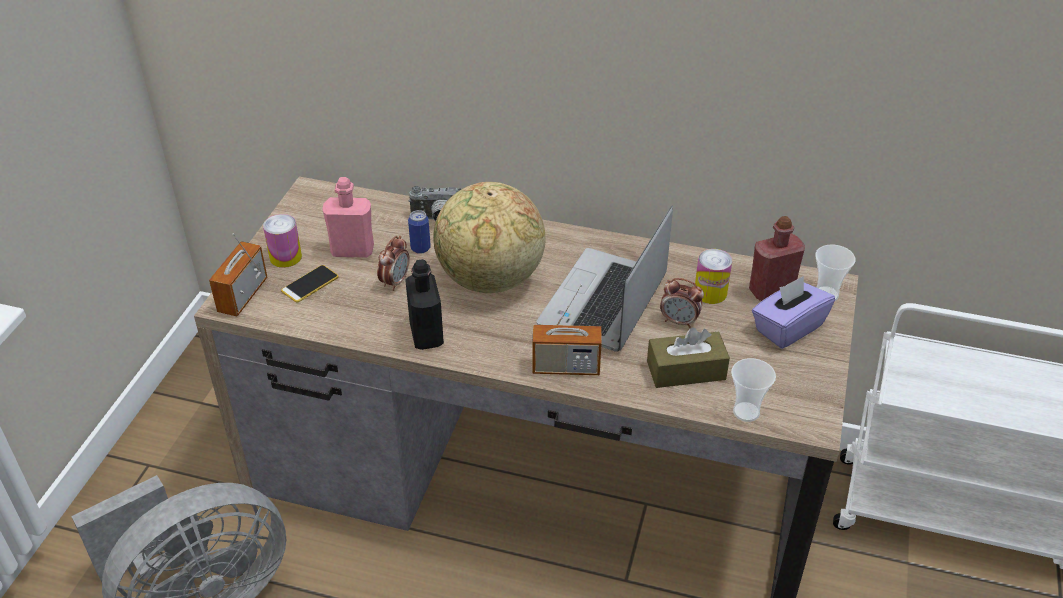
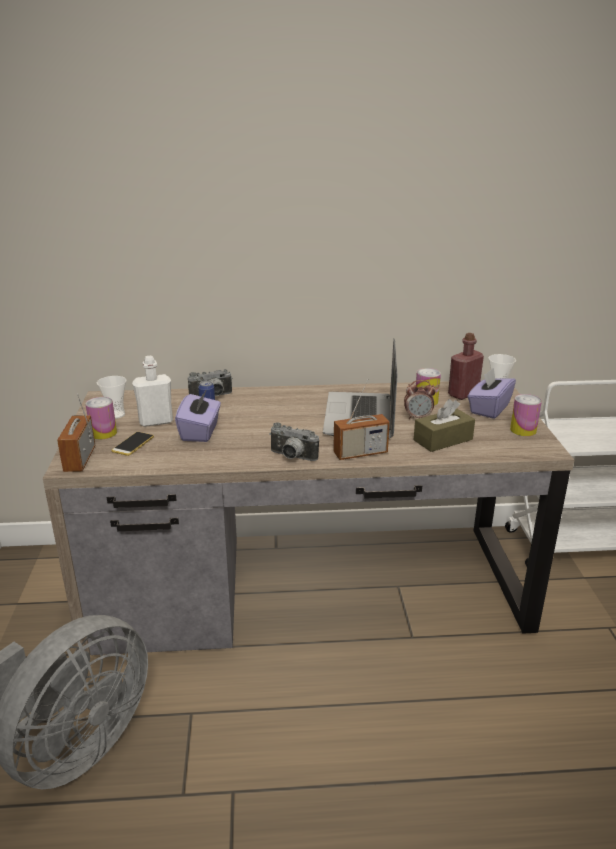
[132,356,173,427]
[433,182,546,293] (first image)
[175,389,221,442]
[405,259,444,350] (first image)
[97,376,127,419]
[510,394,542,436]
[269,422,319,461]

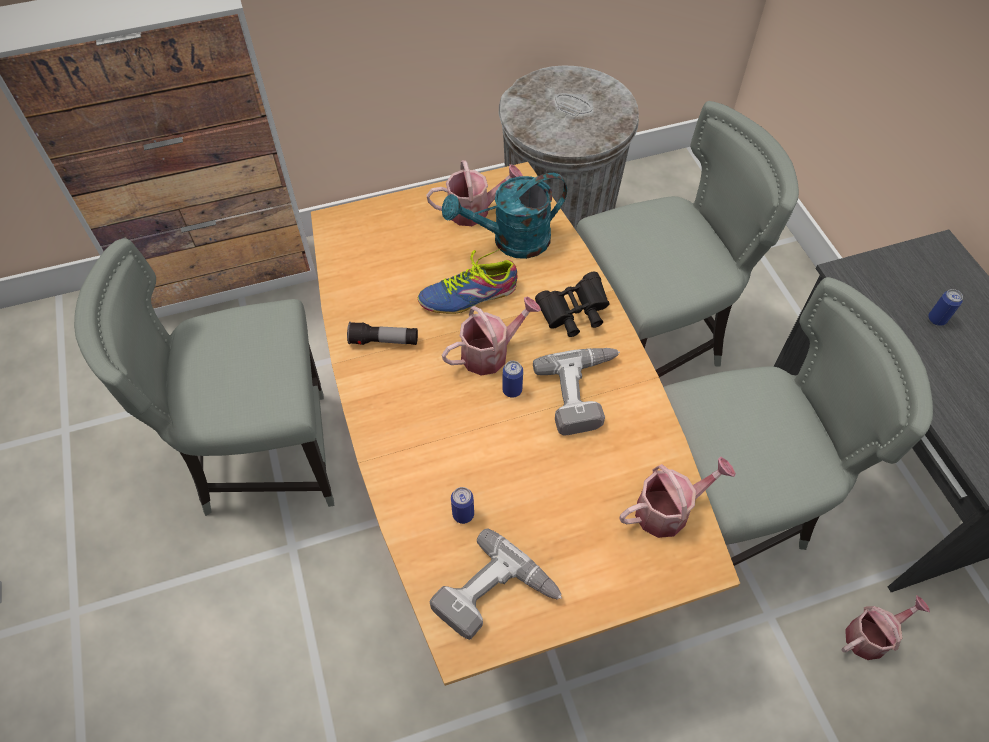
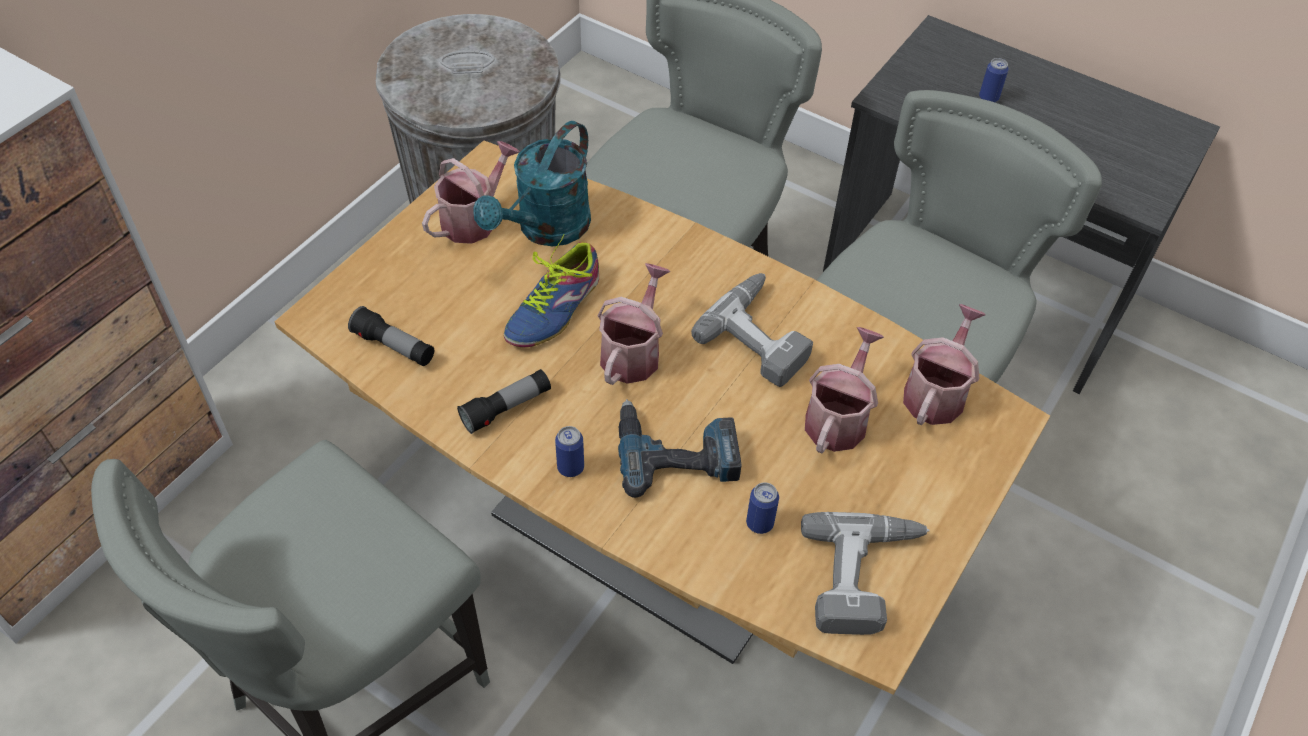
[535,272,610,337] (first image)
[555,426,584,477]
[805,327,884,453]
[348,306,434,366]
[618,399,742,498]

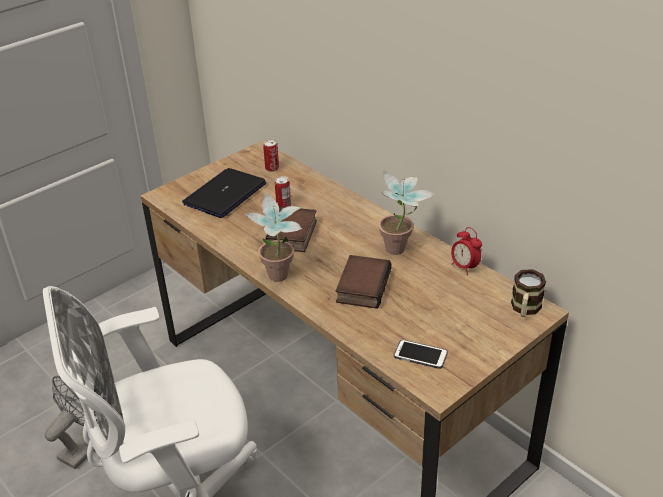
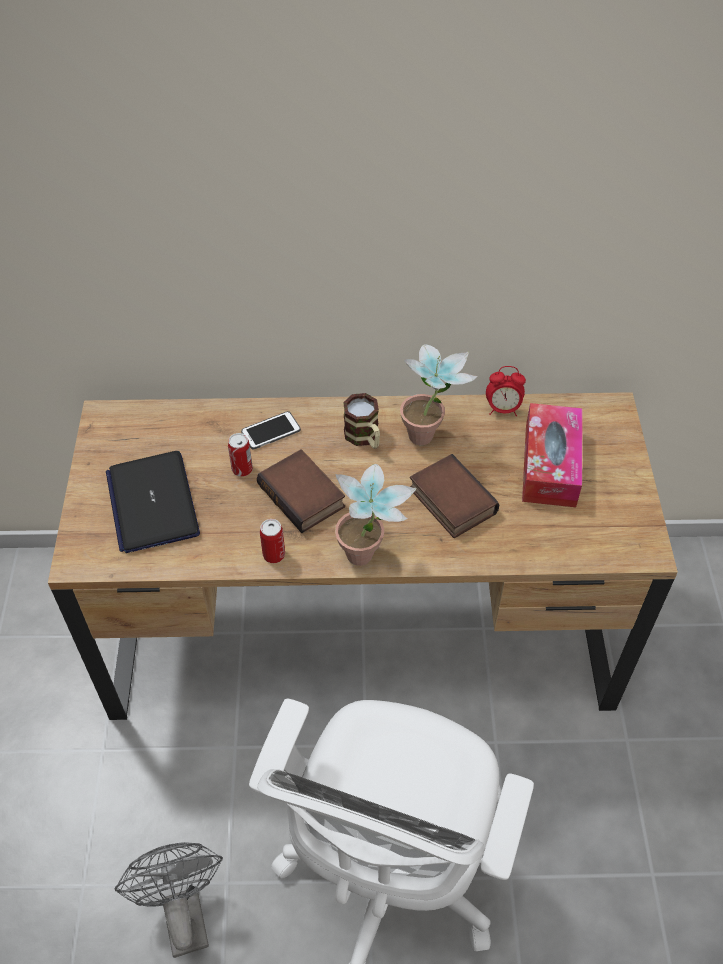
[260,519,285,563]
[343,393,380,449]
[241,411,301,449]
[522,403,583,507]

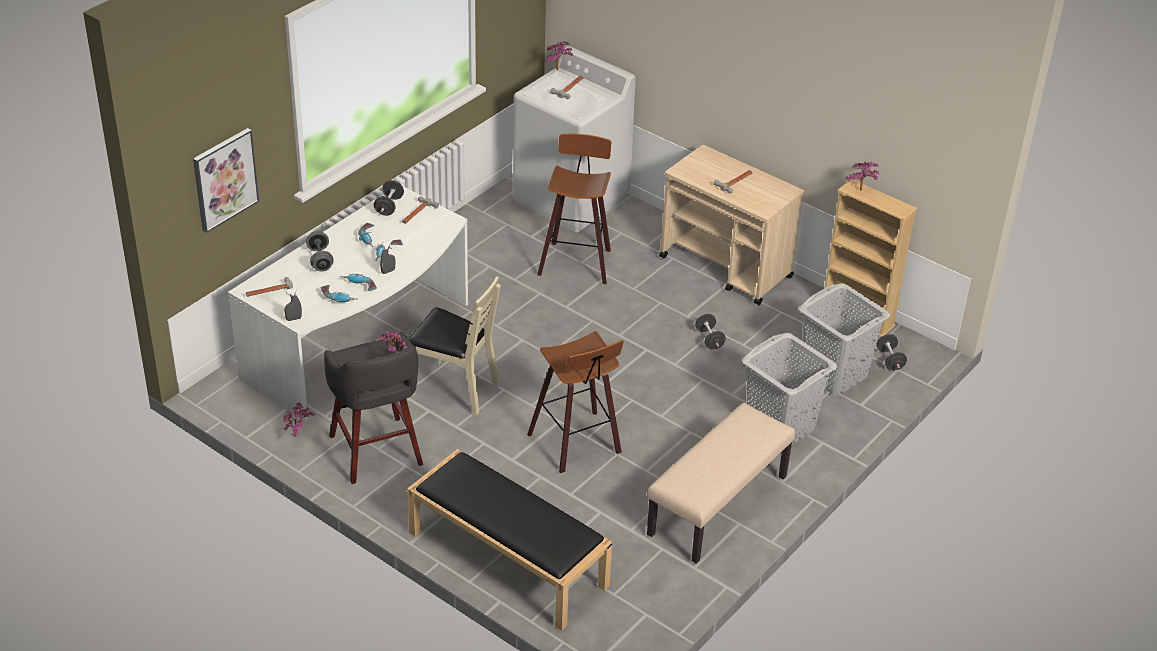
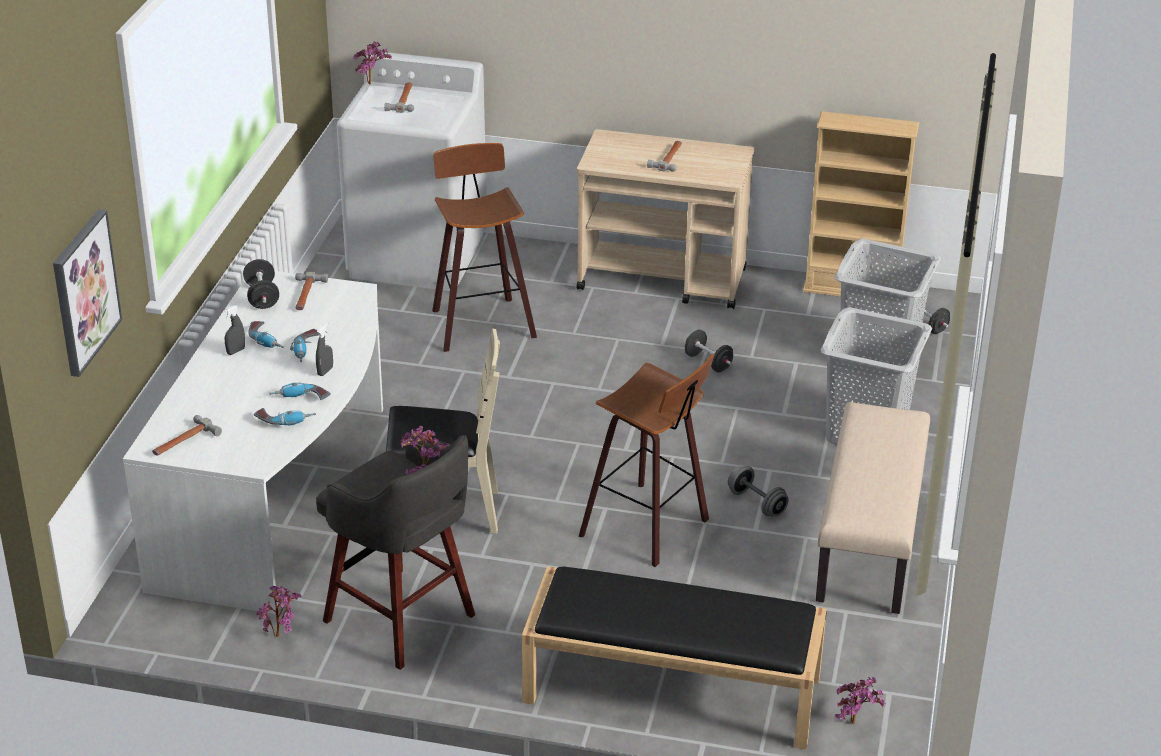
[835,677,886,724]
[728,466,789,517]
[224,305,245,355]

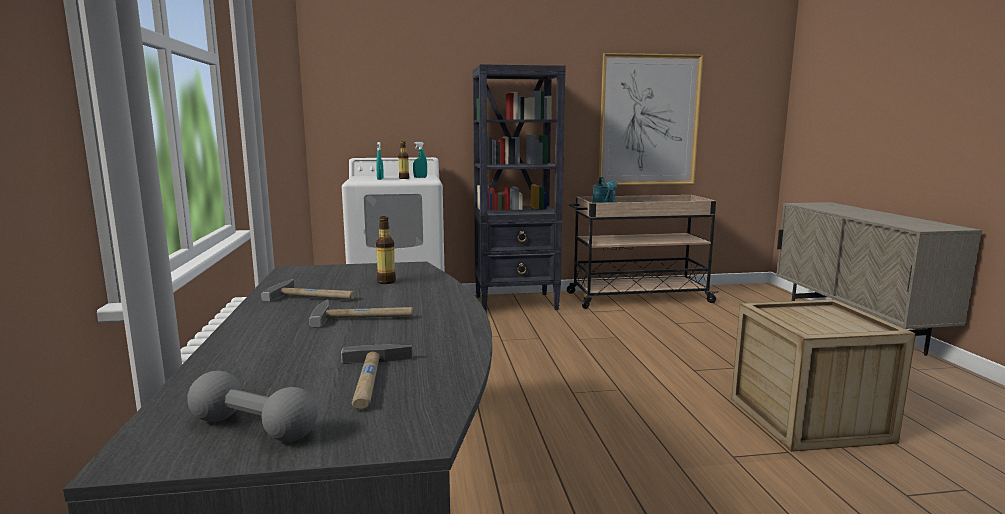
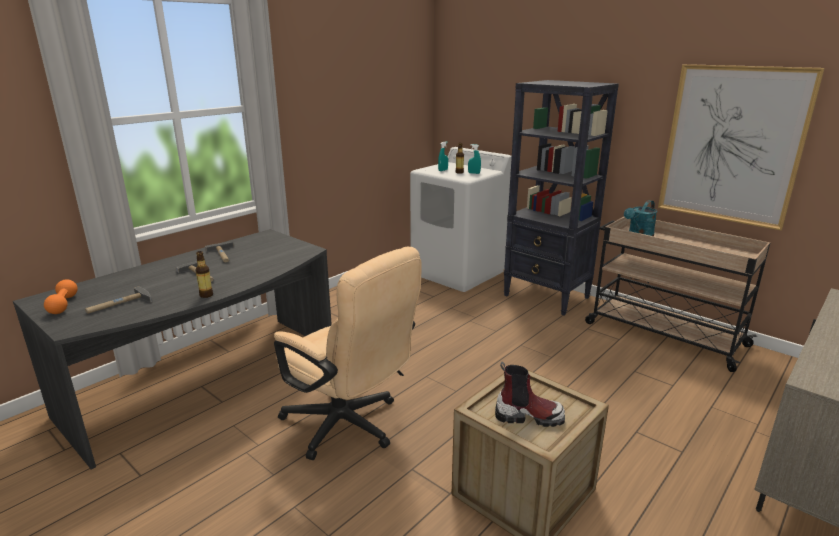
[195,251,213,298]
[44,279,78,314]
[274,247,422,460]
[495,362,565,427]

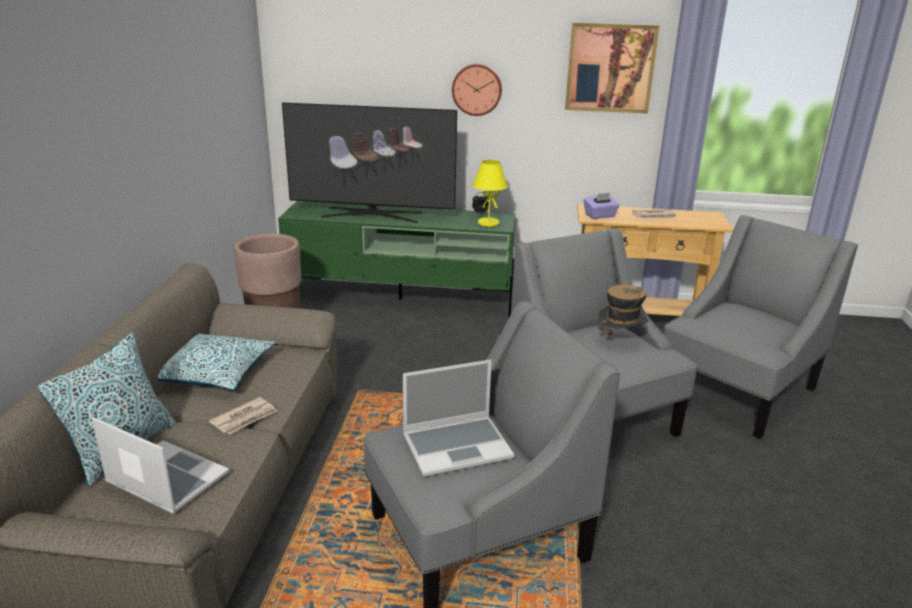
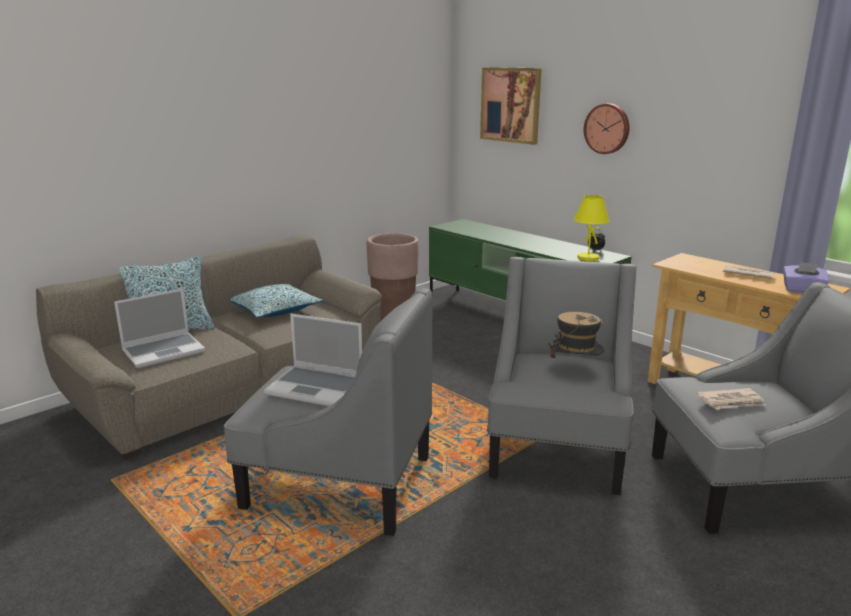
[480,67,542,145]
[282,102,457,223] (first image)
[783,262,829,293]
[696,388,766,409]
[114,288,205,368]

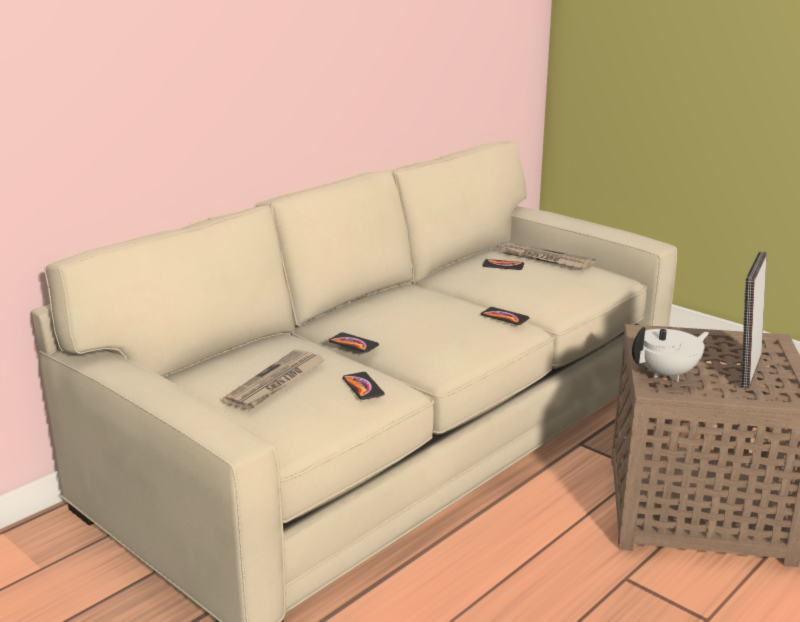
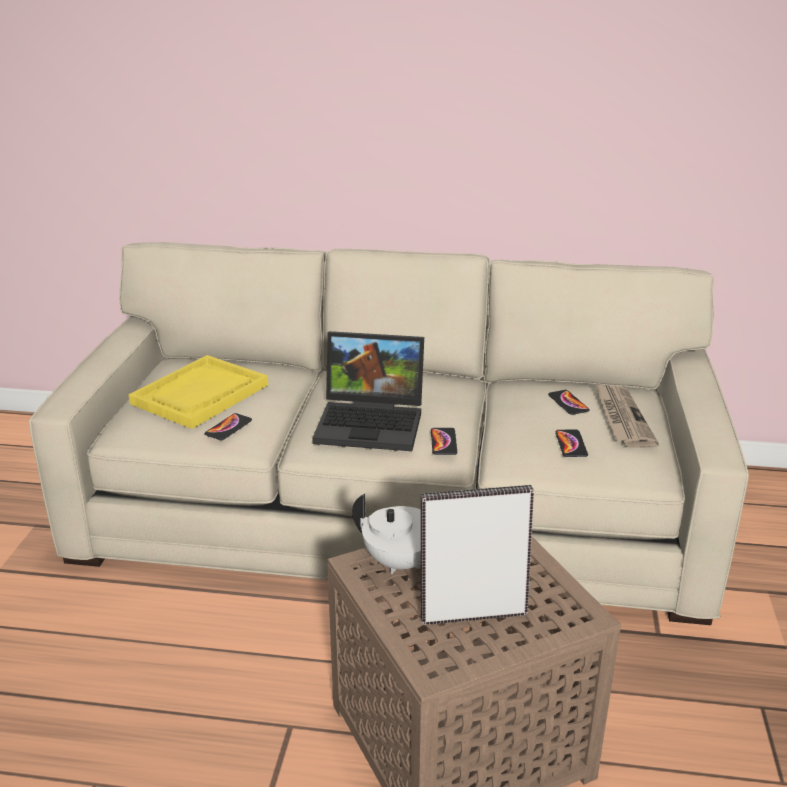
[555,430,588,457]
[129,355,268,429]
[312,331,424,451]

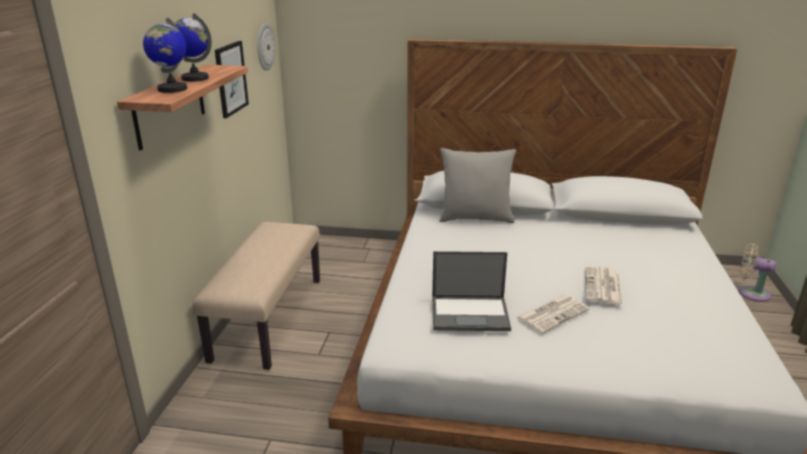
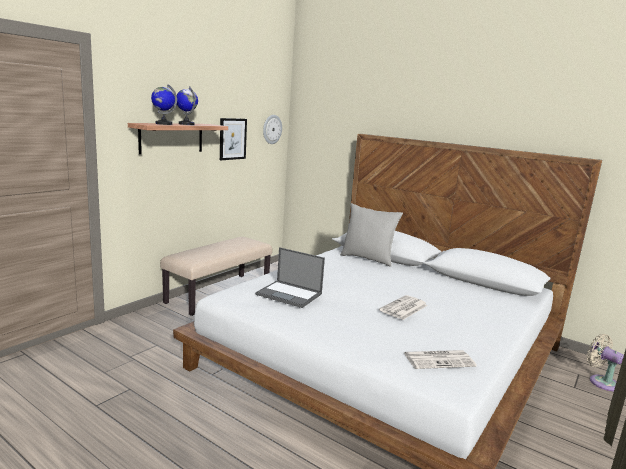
[404,350,477,369]

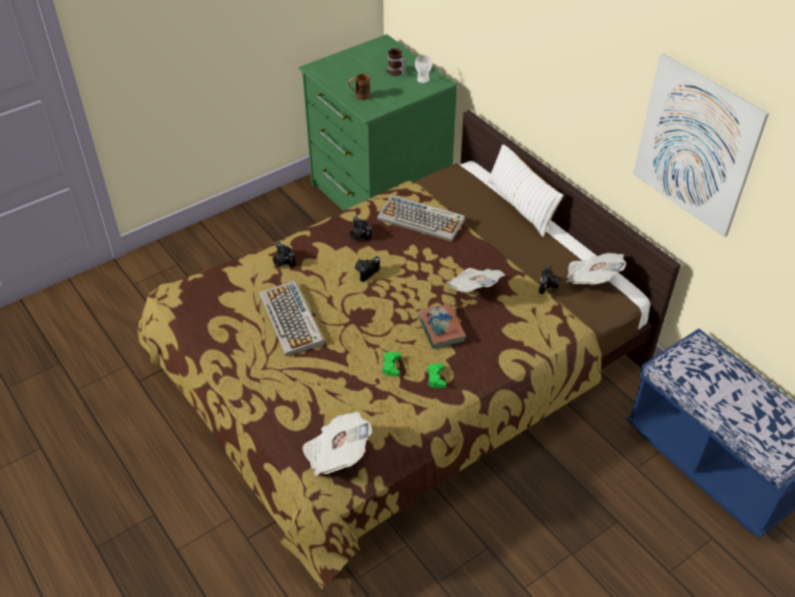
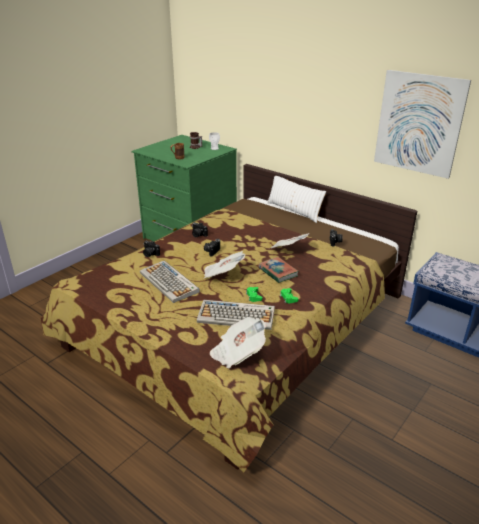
[197,300,275,330]
[204,251,245,278]

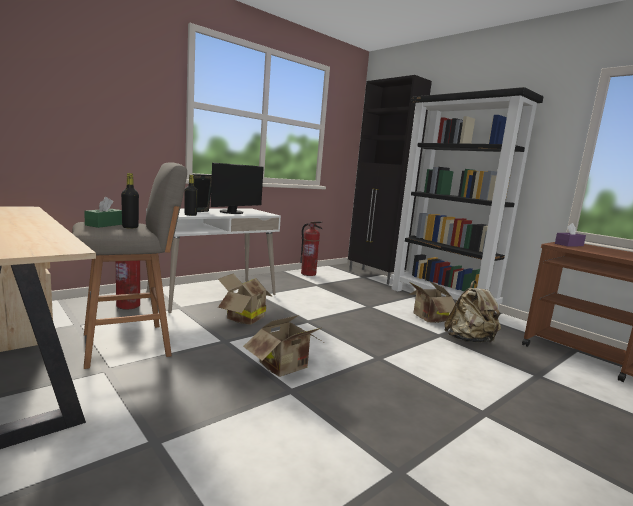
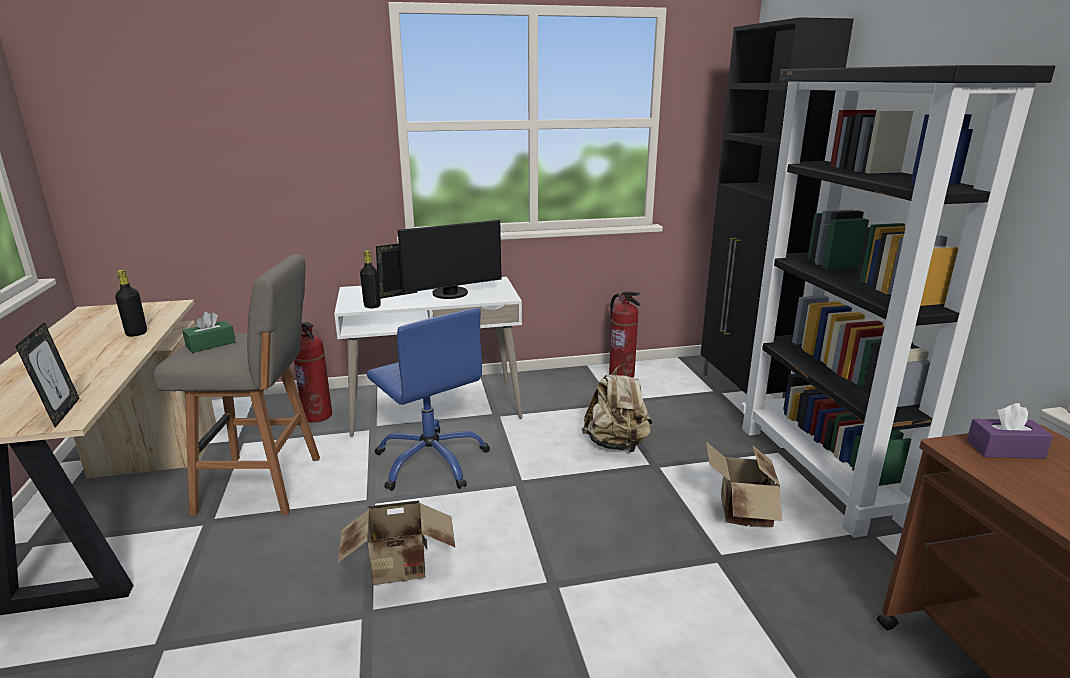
[115,270,147,337]
[367,308,490,491]
[582,365,652,453]
[15,322,80,428]

